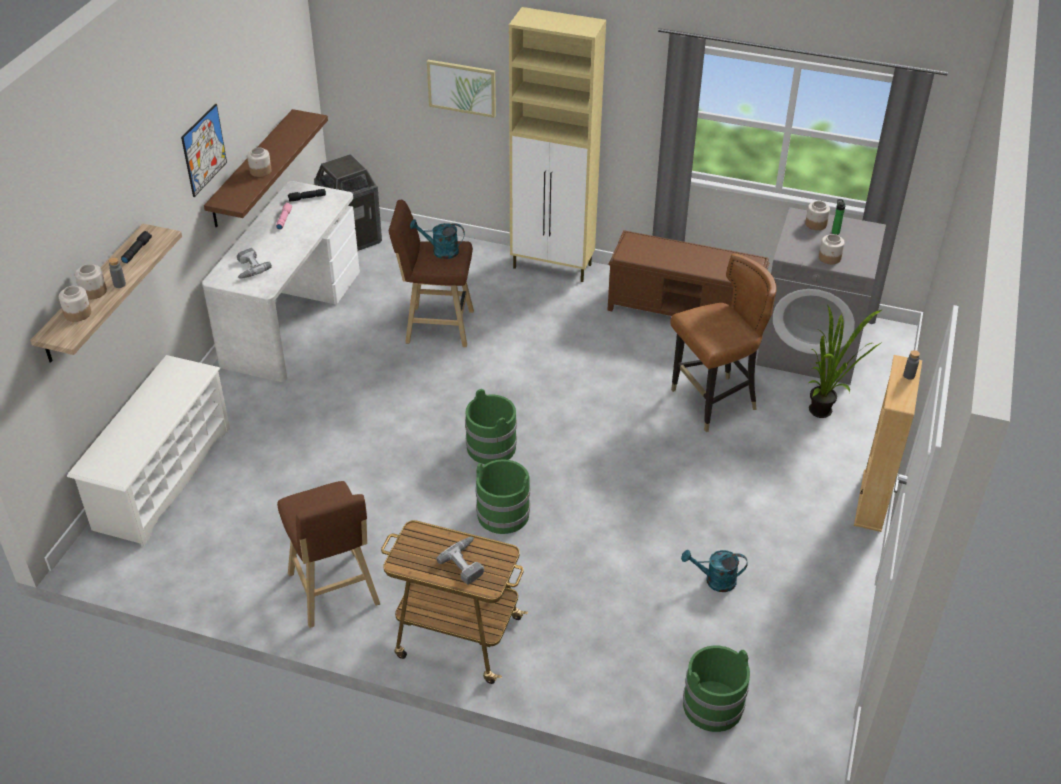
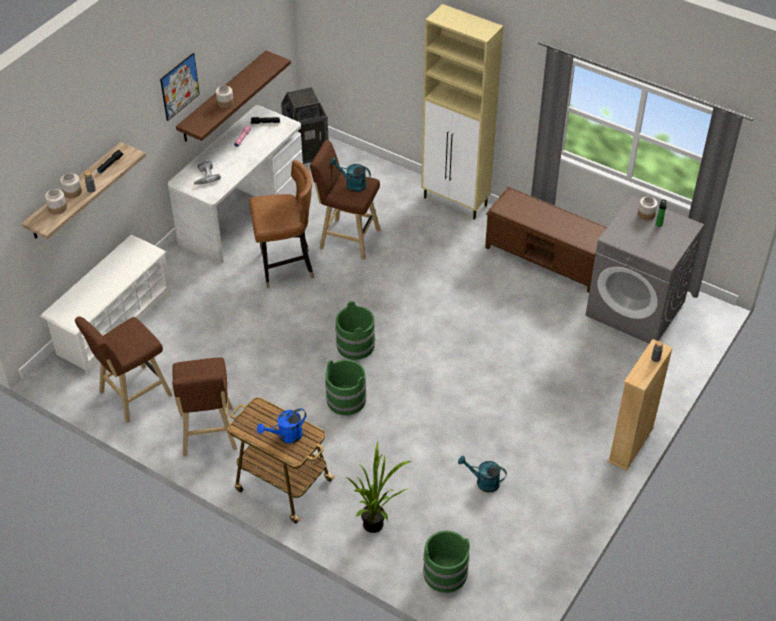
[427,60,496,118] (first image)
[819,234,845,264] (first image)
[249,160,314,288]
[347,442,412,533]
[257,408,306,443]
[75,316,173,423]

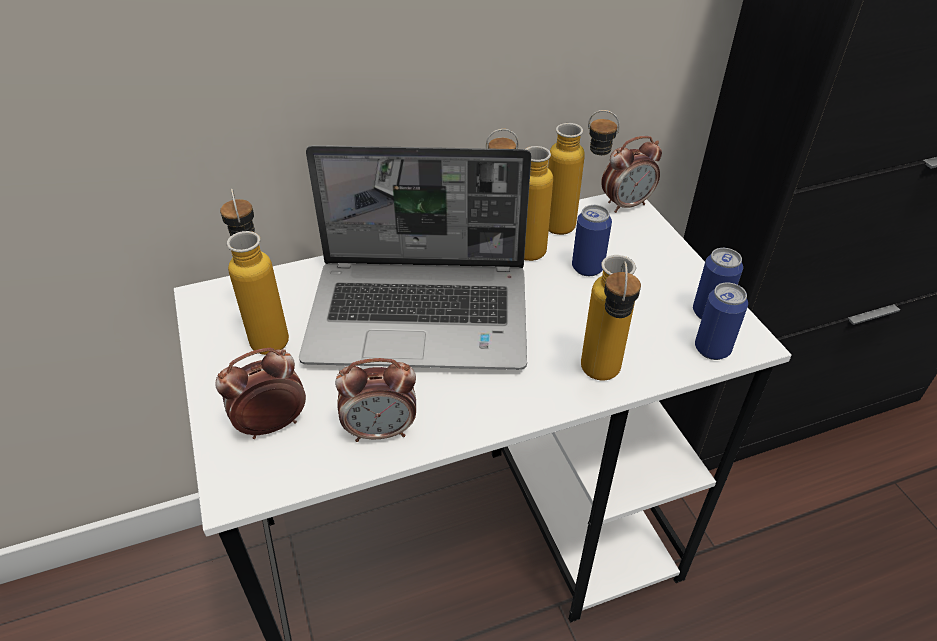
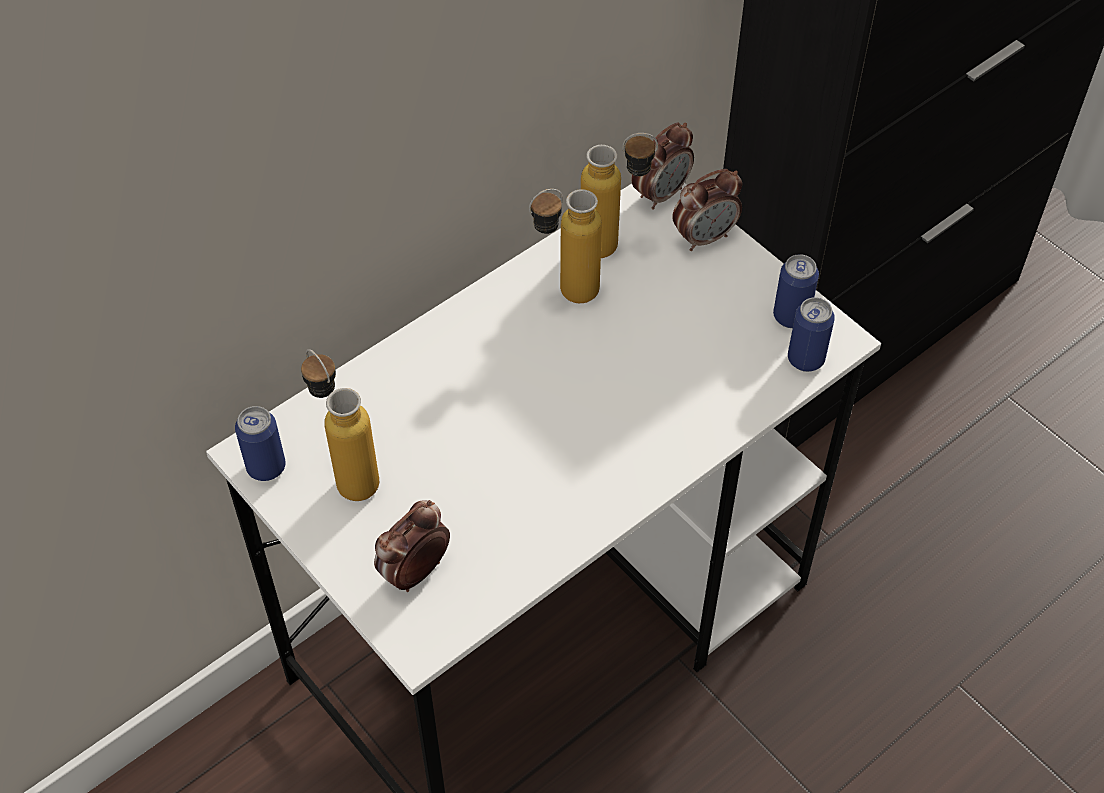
[299,145,531,370] (first image)
[235,406,286,481]
[581,255,641,380] (first image)
[672,169,742,251]

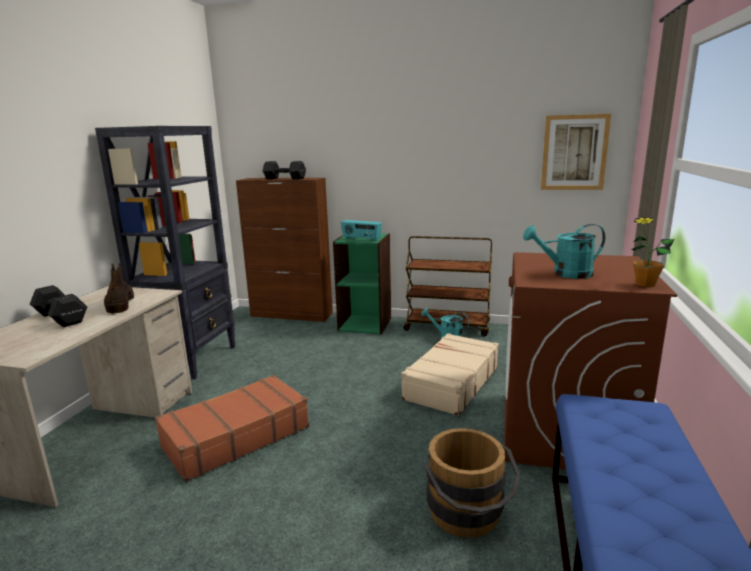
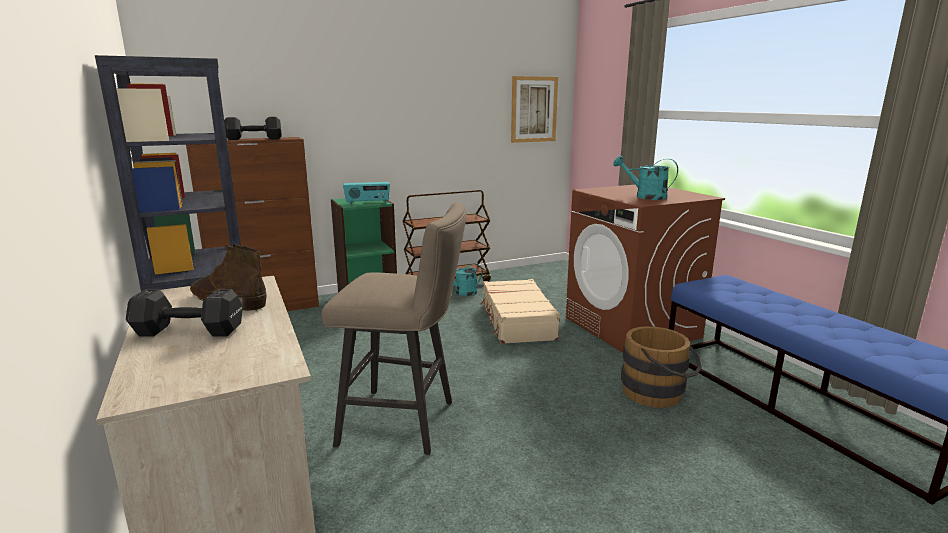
[631,217,675,287] (first image)
[613,155,678,200]
[321,202,466,455]

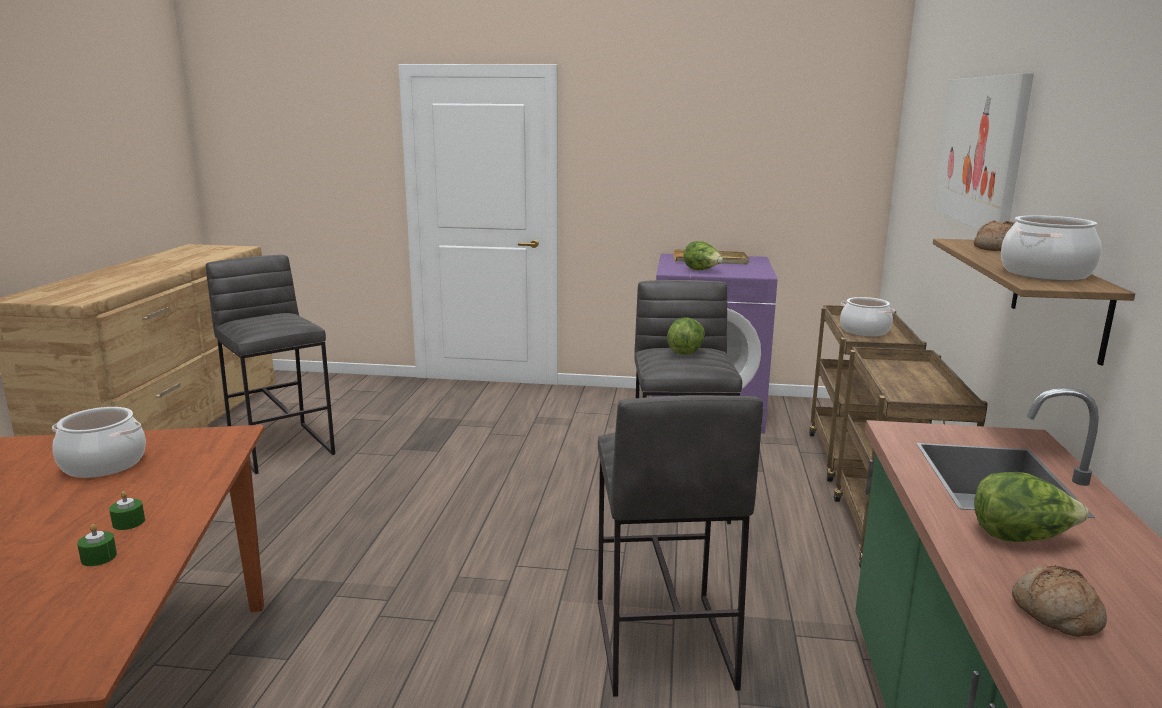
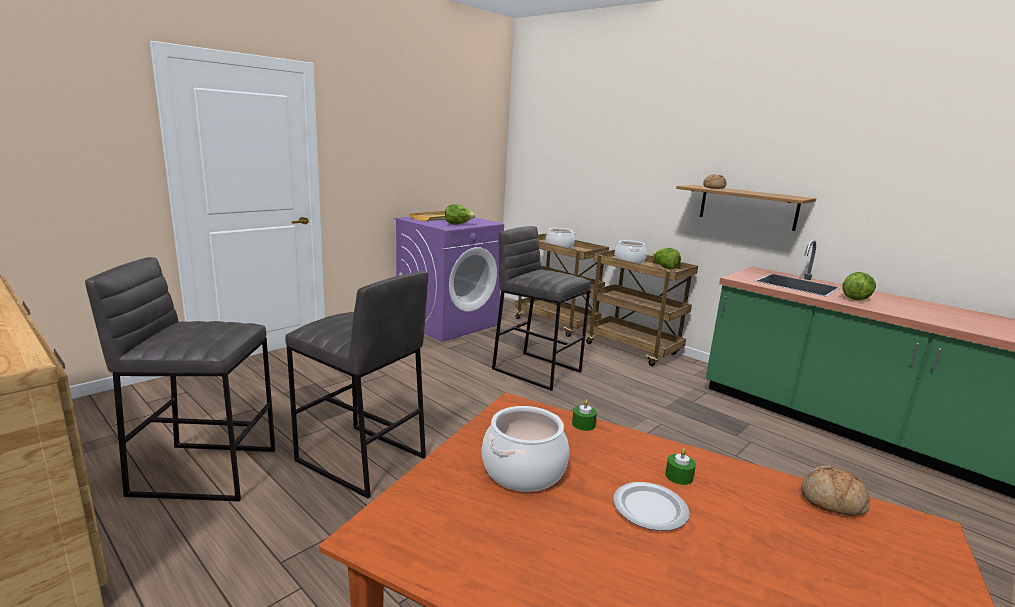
[931,73,1034,230] (first image)
[615,240,647,264]
[653,248,681,269]
[285,271,428,499]
[572,400,597,431]
[801,465,870,516]
[613,482,690,531]

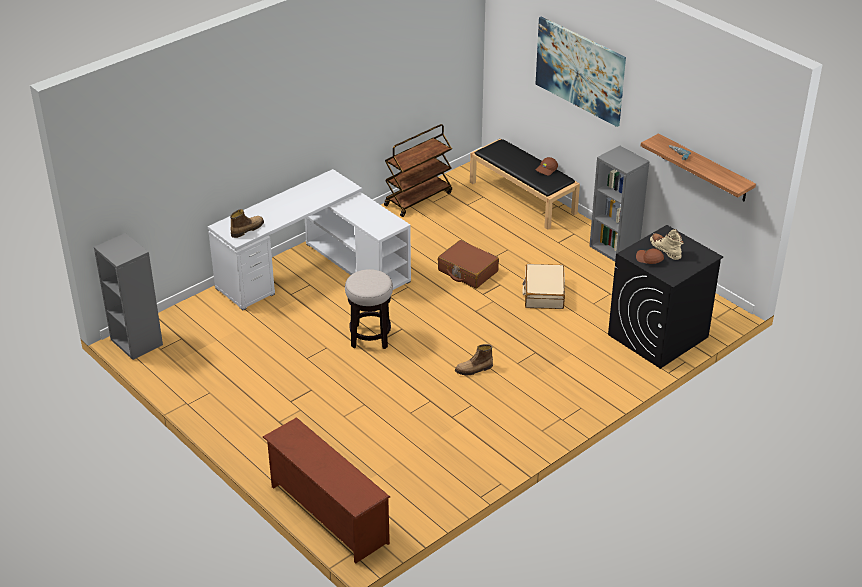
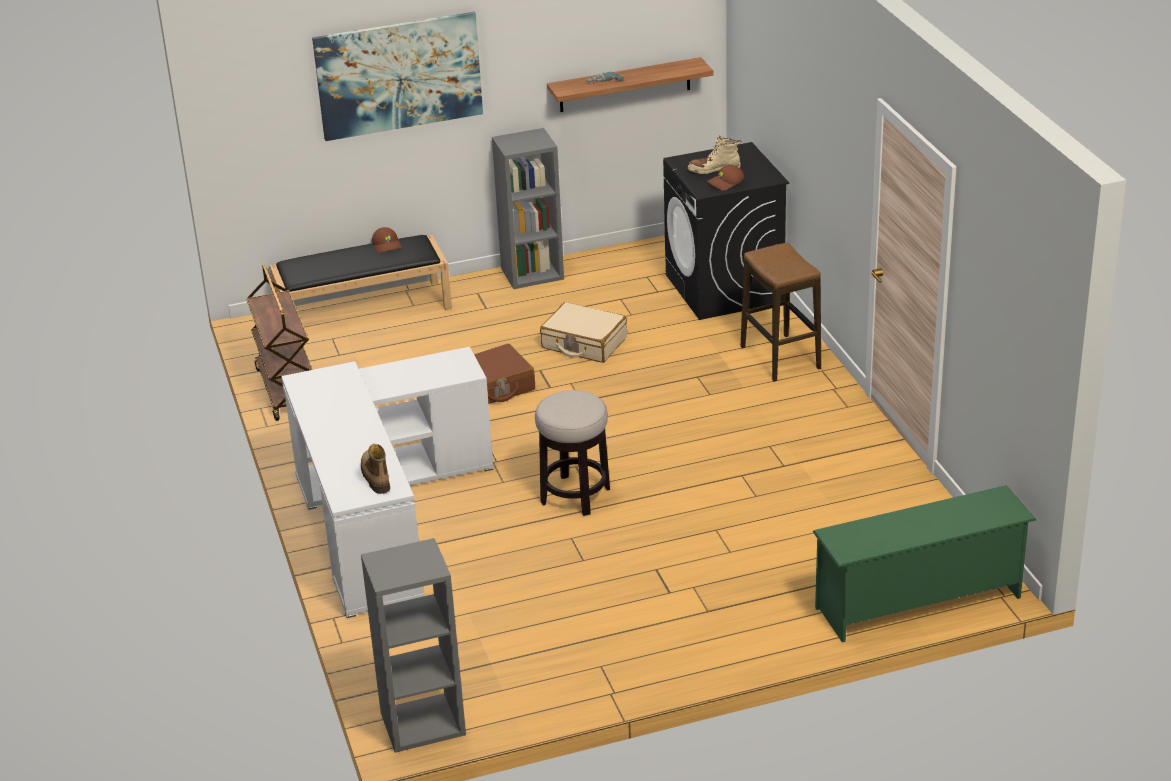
[455,344,493,375] (first image)
[812,485,1036,642]
[740,242,821,382]

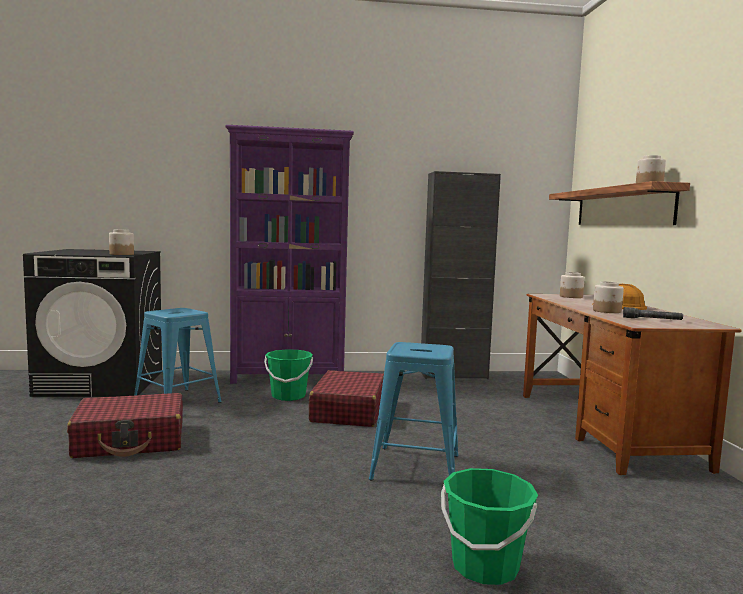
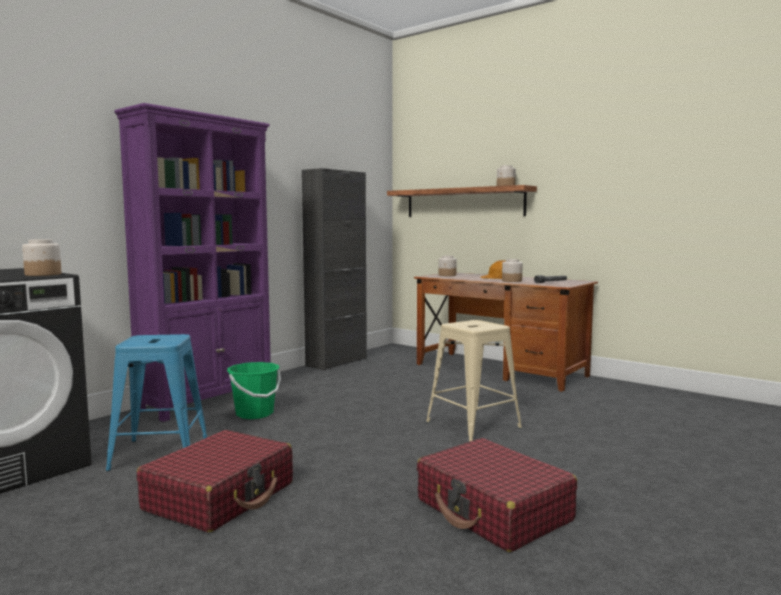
[426,320,522,442]
[417,438,577,552]
[441,468,538,585] (first image)

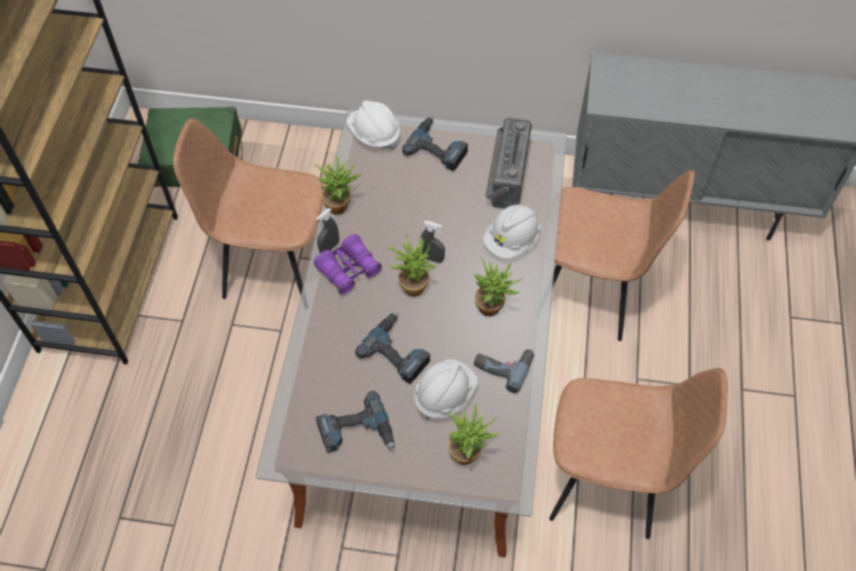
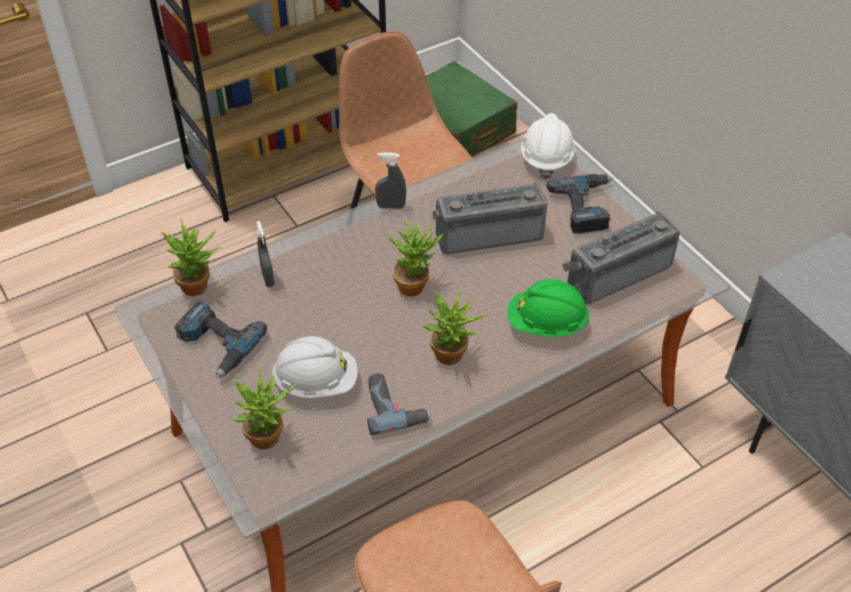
[161,218,221,296]
[553,170,695,341] (first image)
[507,279,589,337]
[256,221,275,287]
[314,234,382,294] (first image)
[355,312,431,384] (first image)
[432,183,547,254]

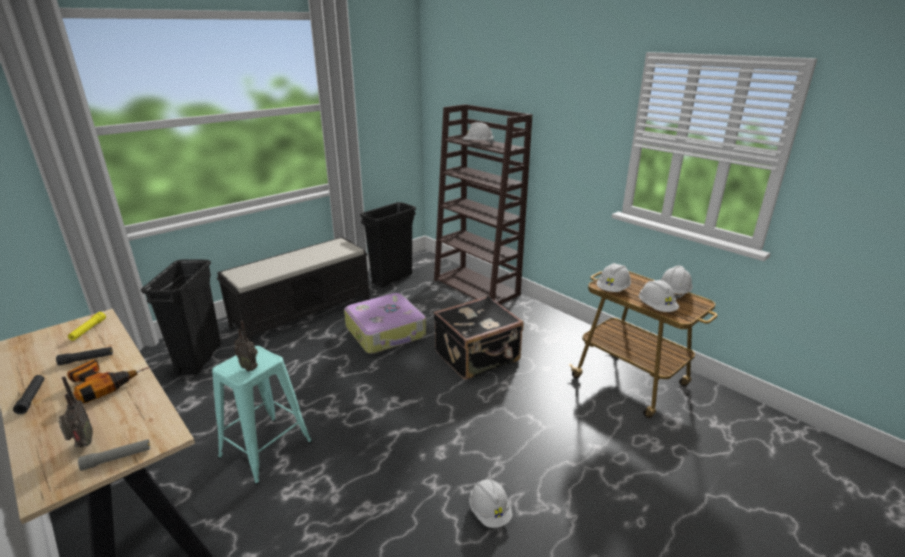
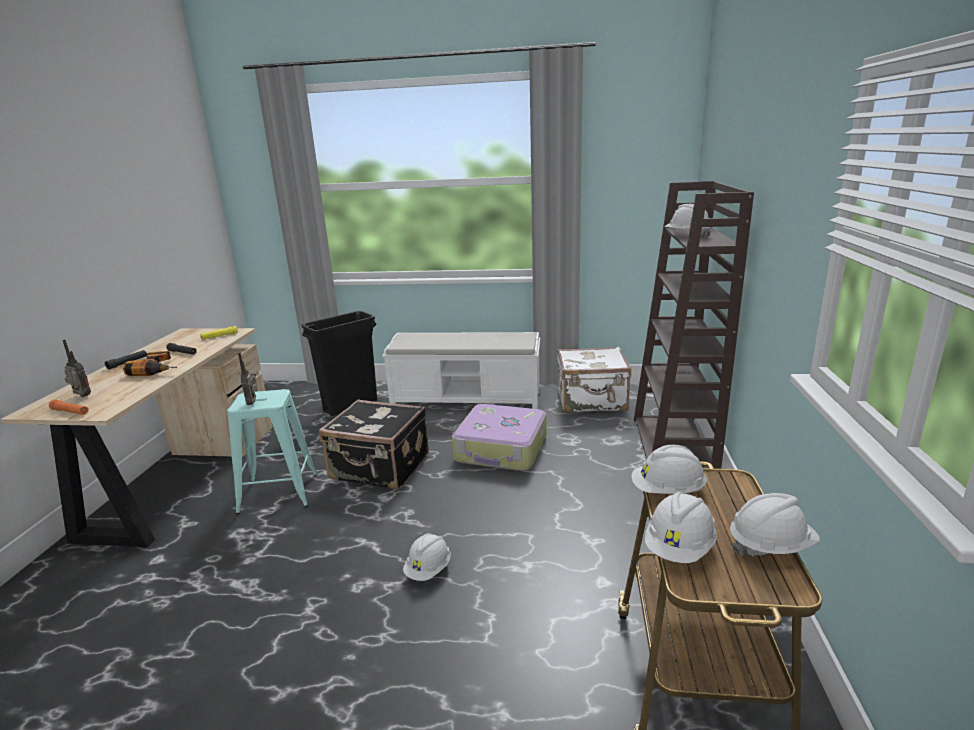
[557,347,631,412]
[382,332,540,409]
[319,399,429,489]
[63,340,91,397]
[49,400,88,415]
[403,533,451,581]

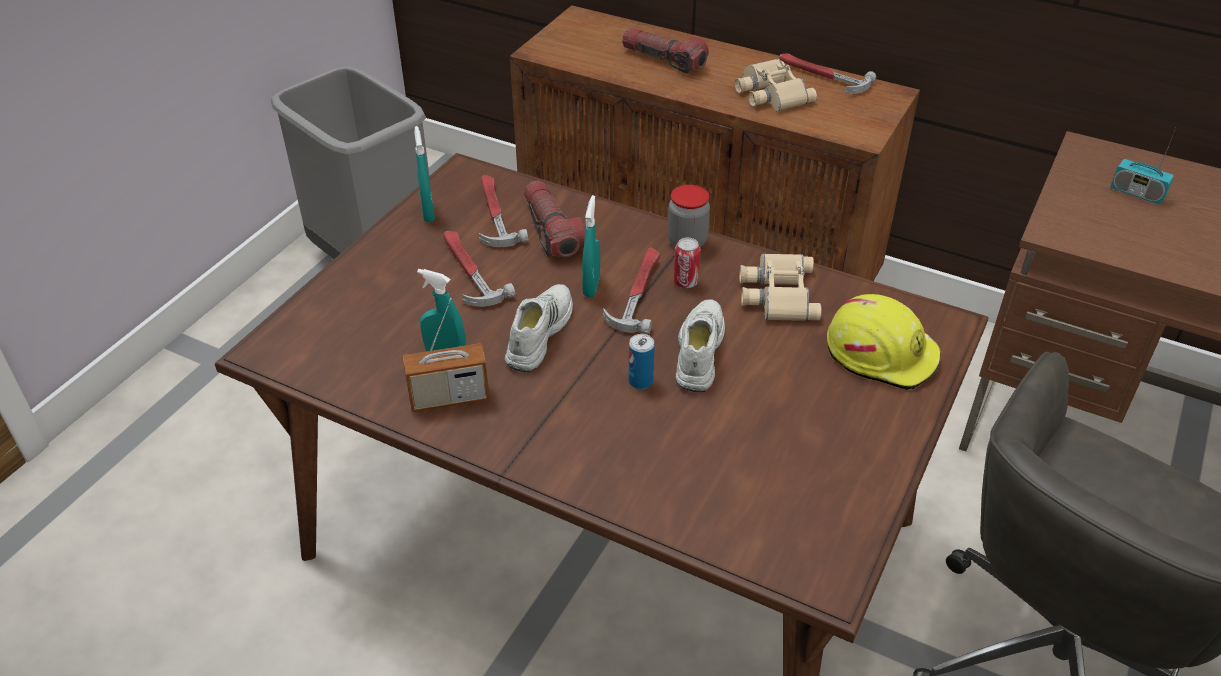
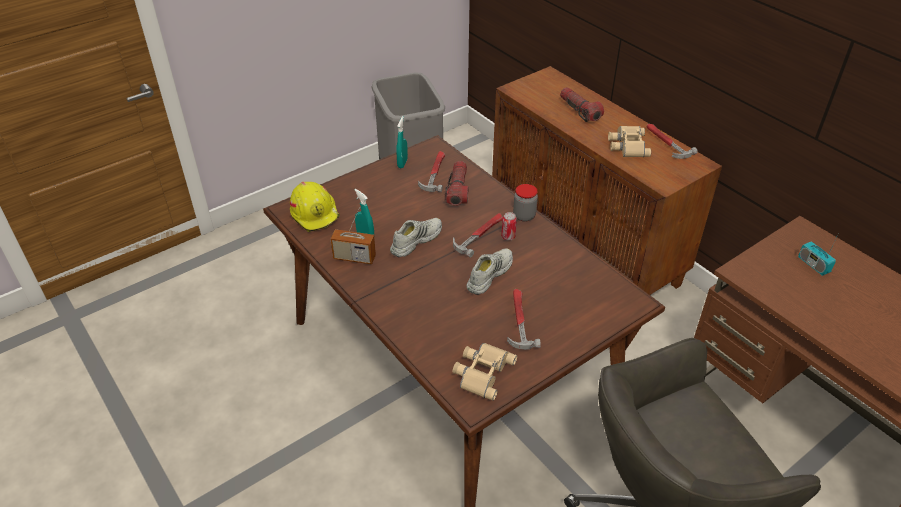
[582,195,600,297] (first image)
[507,289,541,350]
[452,343,517,401]
[290,182,340,232]
[628,334,655,389] (first image)

